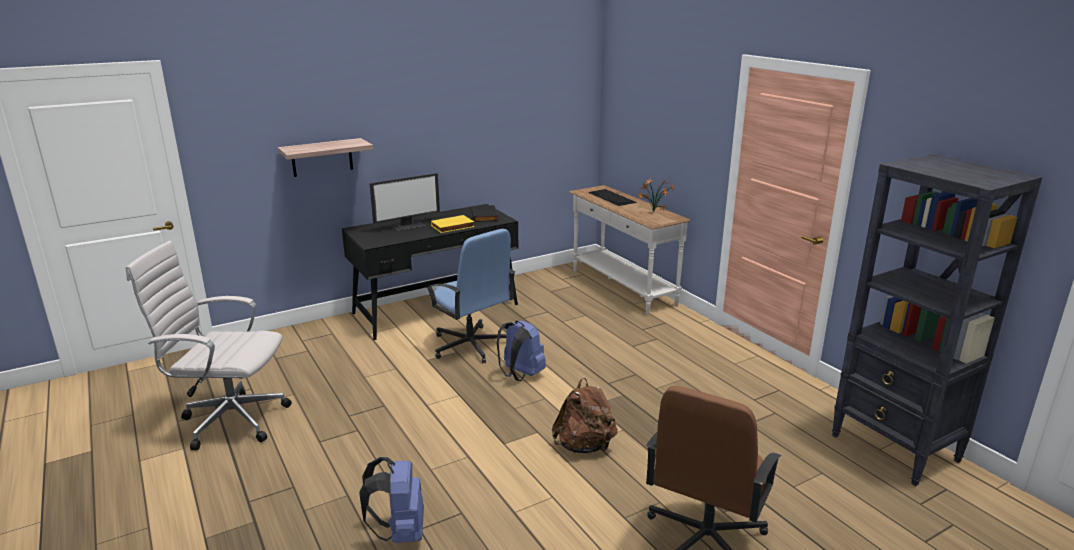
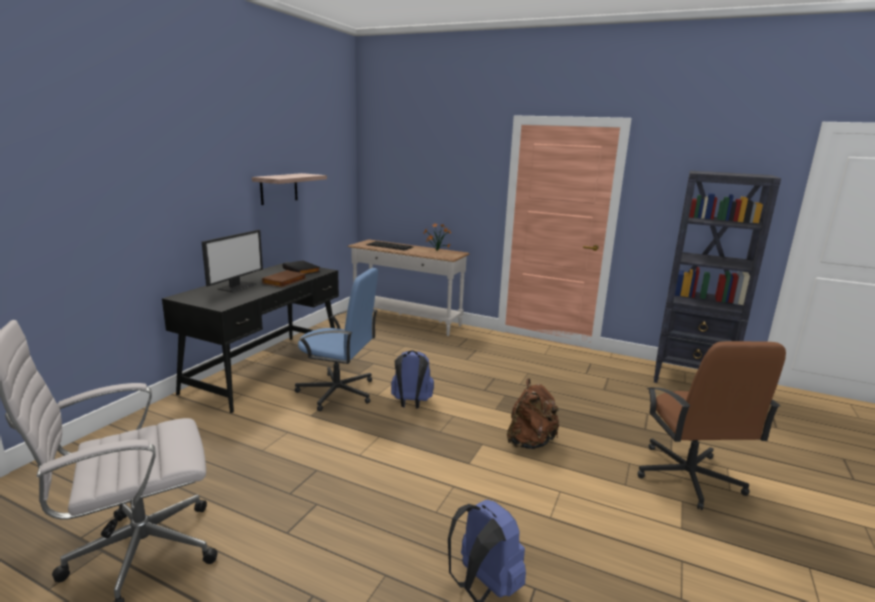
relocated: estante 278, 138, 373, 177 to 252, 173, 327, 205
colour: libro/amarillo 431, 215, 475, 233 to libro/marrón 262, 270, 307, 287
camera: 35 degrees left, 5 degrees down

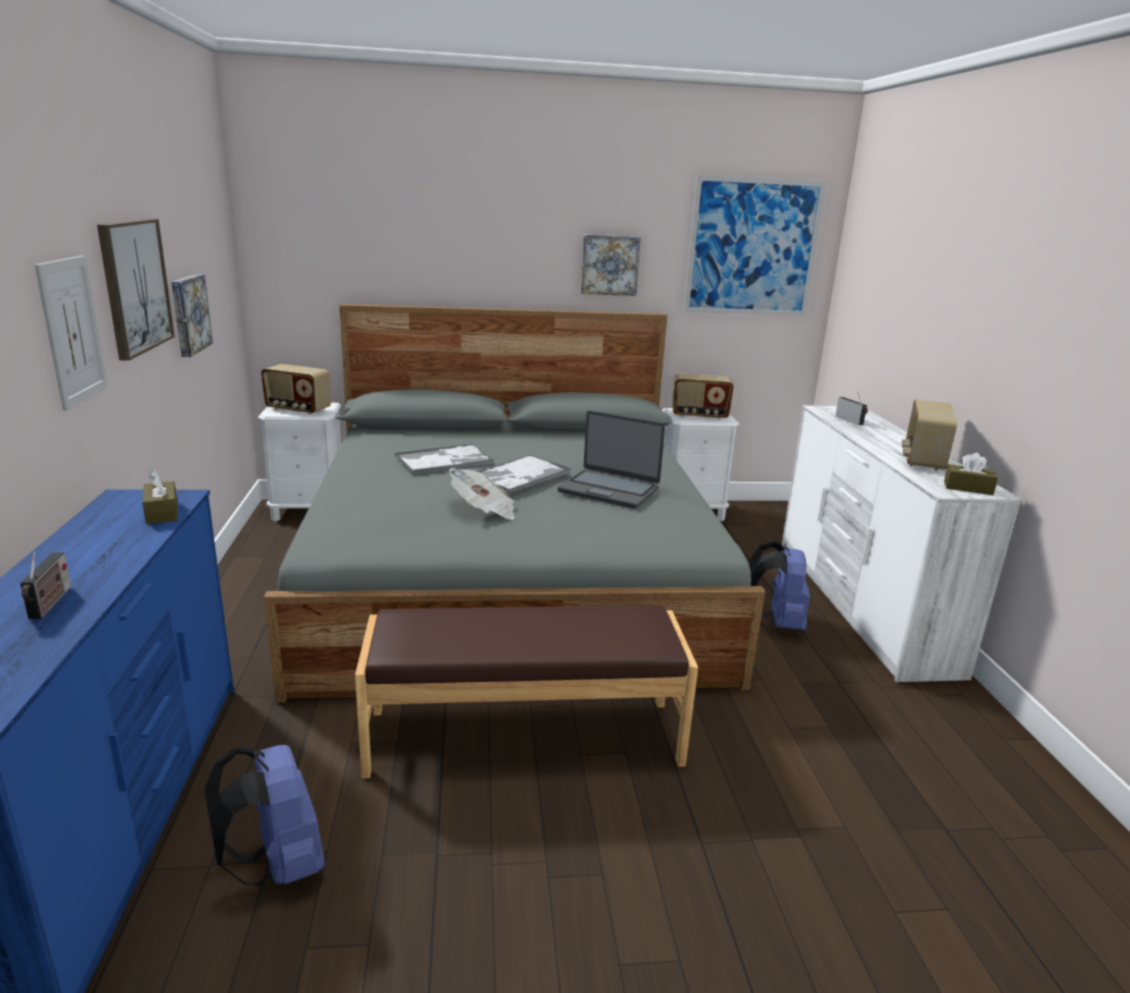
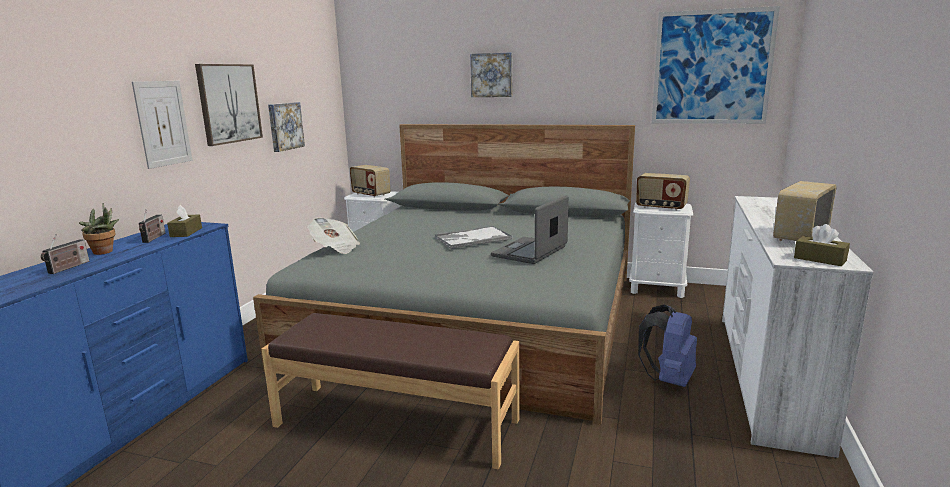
missing: mochila/azul 204, 745, 325, 886; bandeja 395, 444, 494, 475
appeared: planta en maceta 79, 203, 119, 255
relocated: periódico 449, 468, 514, 519 to 307, 217, 360, 254; cuadro 581, 235, 641, 296 to 470, 52, 512, 97; radio 835, 392, 868, 425 to 139, 209, 166, 243
spun: portátil 557, 411, 665, 509 = 491, 195, 569, 264 75 degrees clockwise
camera: 25 degrees right, 5 degrees down

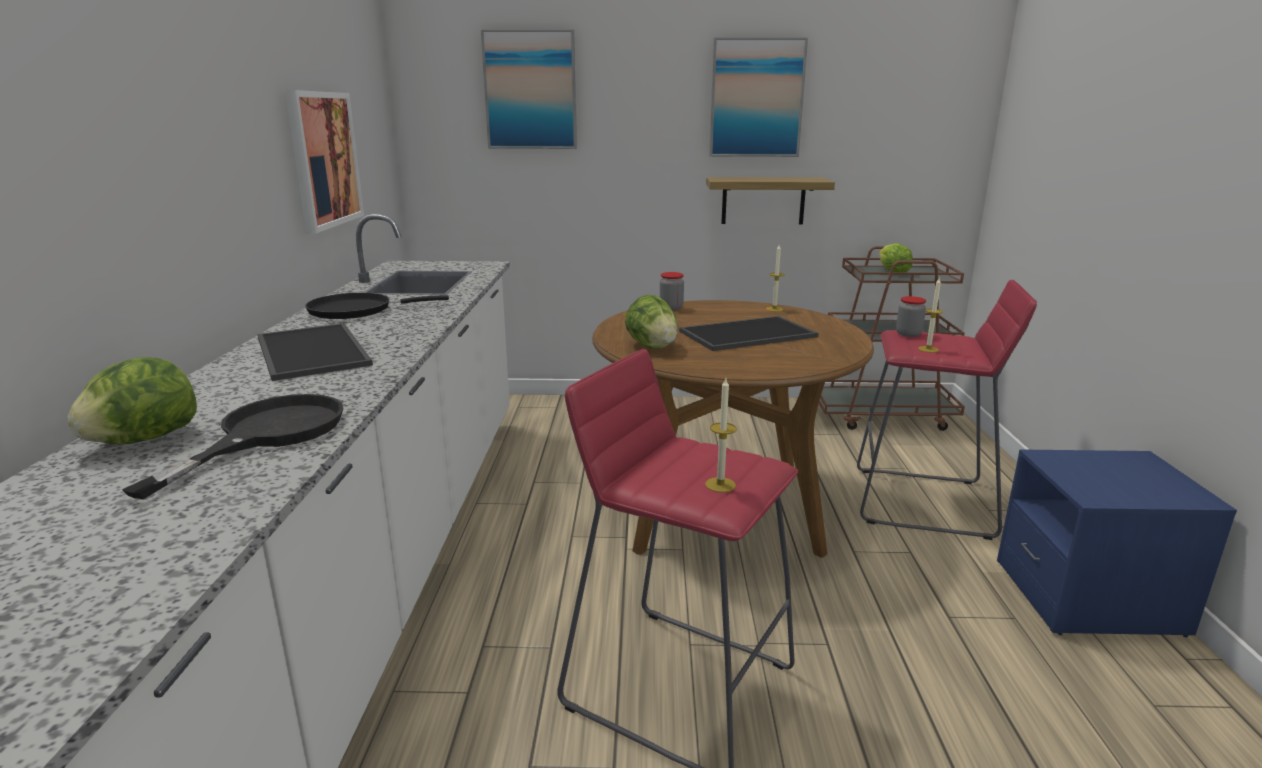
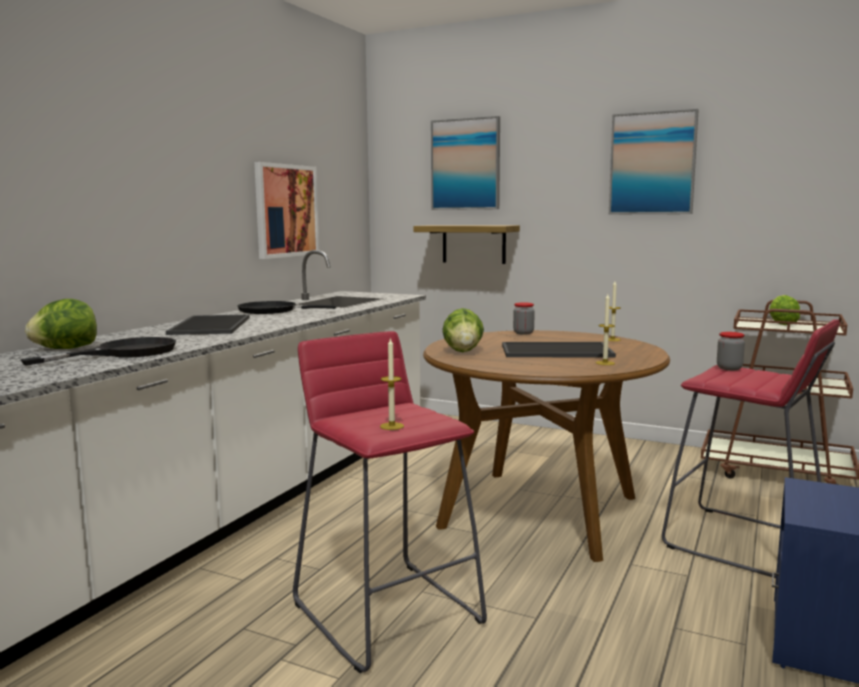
relocated: estante 706, 177, 835, 225 to 413, 225, 520, 264; vela 918, 278, 943, 353 to 596, 294, 615, 365
camera: 25 degrees right, 10 degrees down

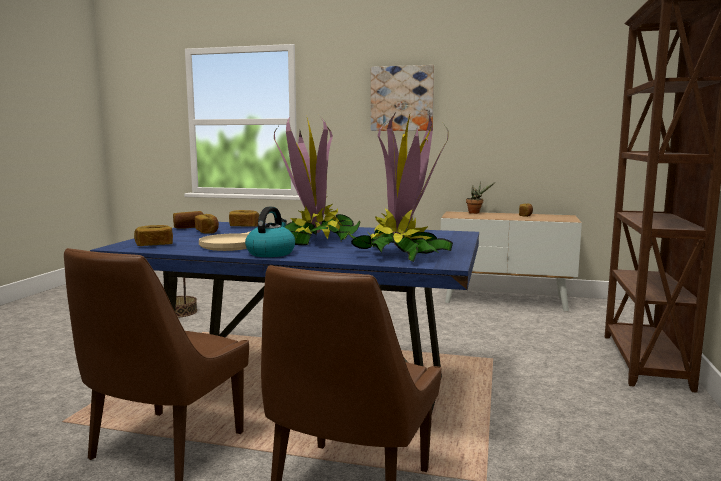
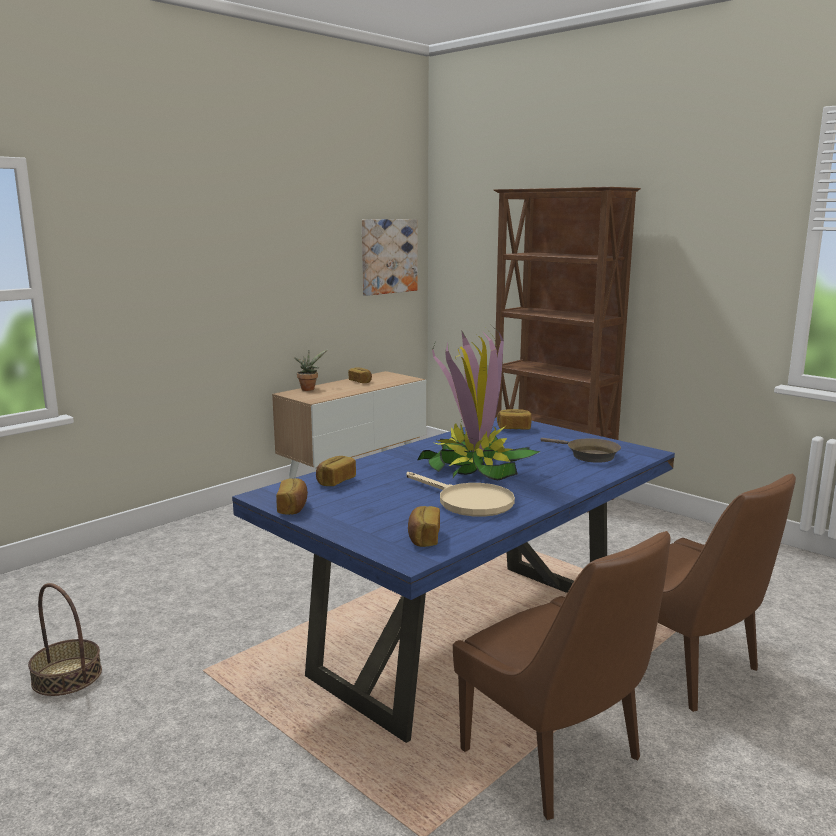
missing: hervidor 245, 207, 295, 257
relocated: pan 195, 214, 219, 234 to 497, 409, 532, 430; cuadro 371, 65, 434, 131 to 362, 219, 417, 296
exchanged: planta en maceta 348, 114, 453, 262 to sartén/marrón 540, 438, 621, 463
camera: 60 degrees left, 5 degrees up

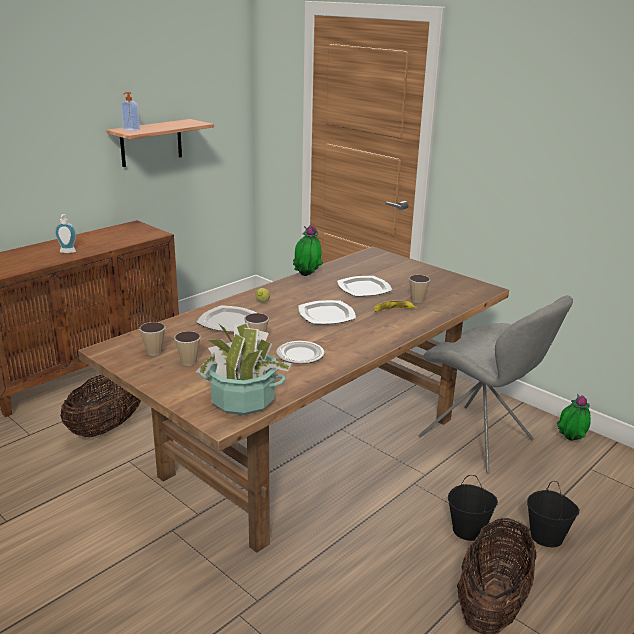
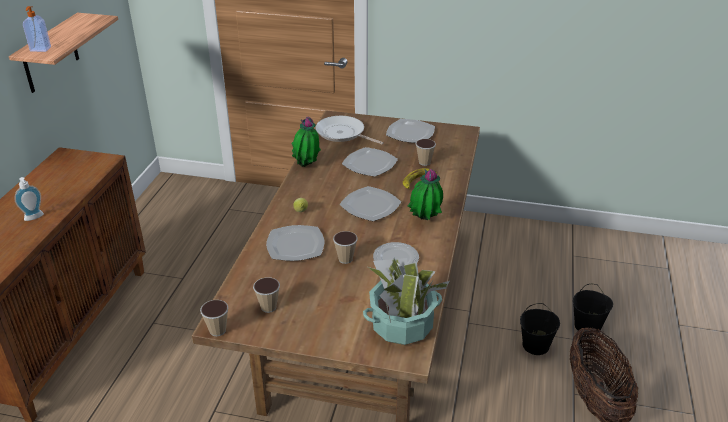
missing: cesta 60, 375, 141, 437; silla/gris 418, 295, 573, 474
appeared: sartén 315, 116, 384, 144; plato 386, 119, 435, 143
relocated: taza 174, 331, 201, 366 to 200, 300, 228, 336; planta en maceta 557, 394, 591, 441 to 407, 168, 443, 220
camera: 30 degrees left, 10 degrees up

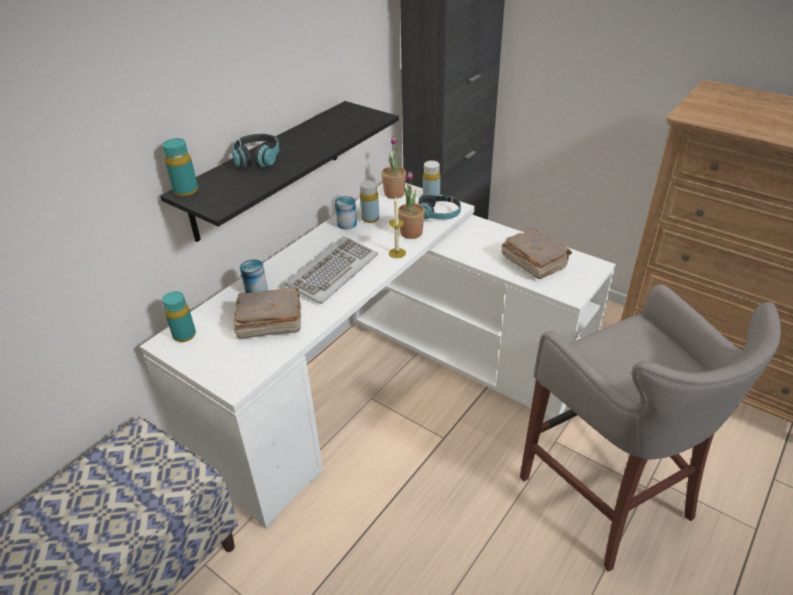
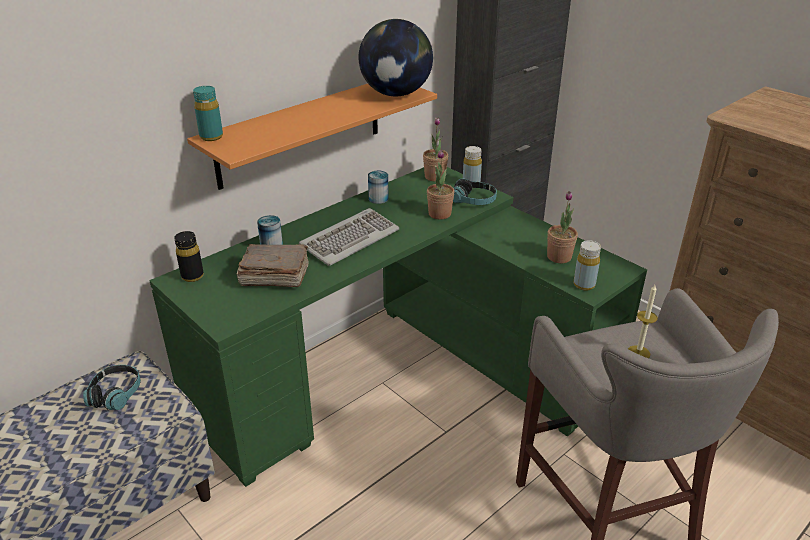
appeared: globo terráqueo 359, 19, 433, 97
relocated: auriculares 232, 134, 280, 168 to 83, 365, 141, 410; botella/amarillo 360, 180, 379, 223 to 574, 240, 601, 291; vela 389, 197, 406, 258 to 628, 285, 658, 358
exchanged: libro/marrón 501, 228, 572, 279 to planta en maceta 547, 191, 578, 264
colour: escritorio/blanco 140, 183, 616, 529 to escritorio/verde 149, 167, 647, 487; estante/negro 160, 101, 399, 242 to estante/naranja 187, 84, 437, 190; botella/turquesa 162, 291, 196, 342 to botella/negro 174, 231, 204, 282
camera: 10 degrees right, 5 degrees down

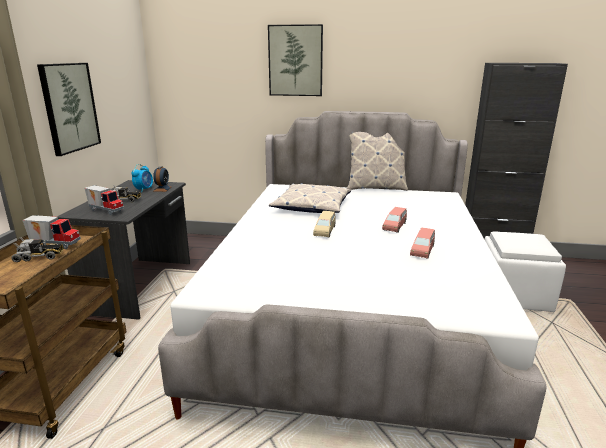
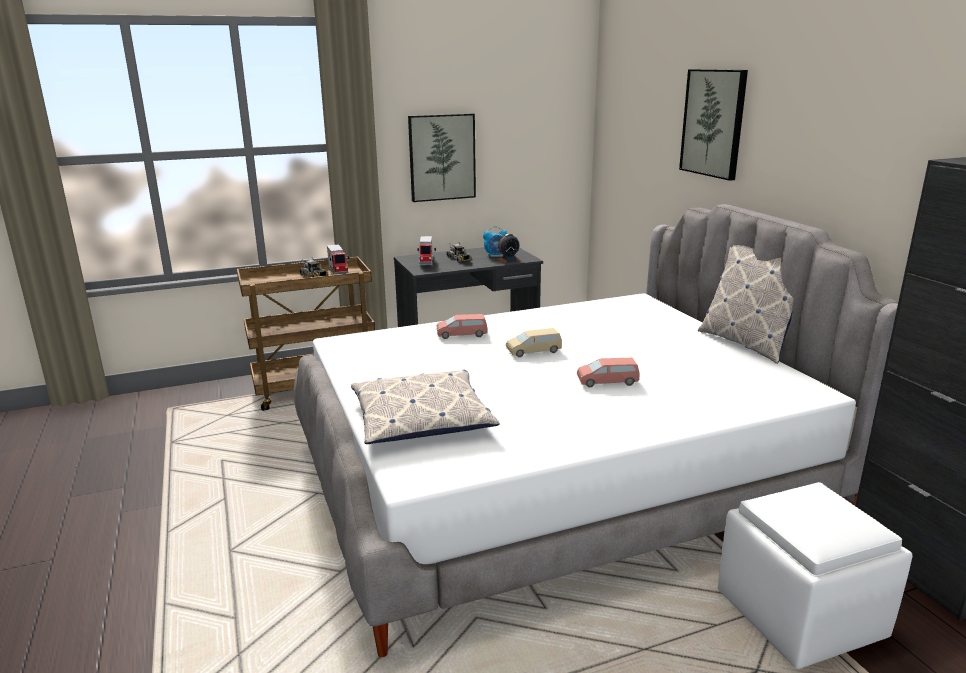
relocated: cojín 269, 183, 351, 213 to 351, 369, 500, 444; coche de juguete/rosa 410, 227, 435, 258 to 437, 314, 487, 339
camera: 60 degrees right, 0 degrees up

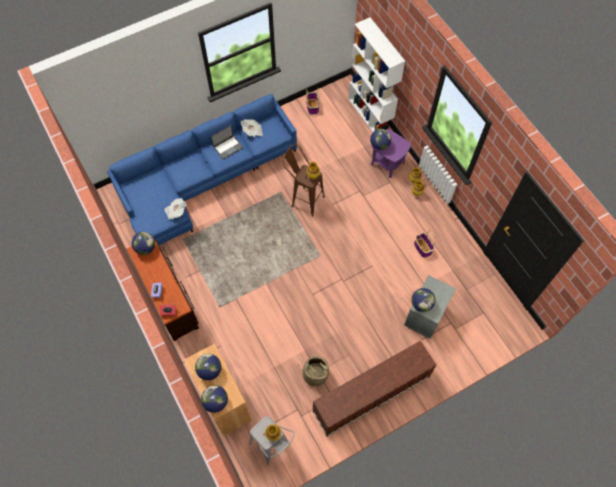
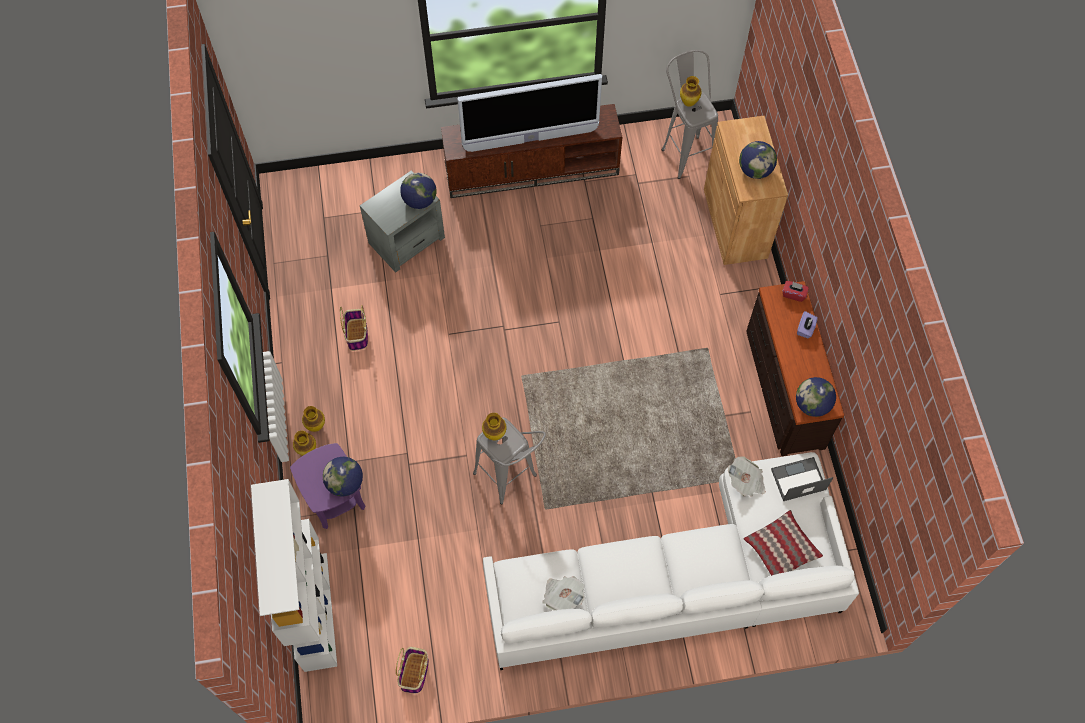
missing: globo terráqueo 201, 385, 228, 413; cesta 298, 356, 331, 386
appeared: televisor 457, 74, 602, 152; cojín 744, 510, 823, 576
relocated: portátil 211, 125, 243, 160 to 771, 457, 833, 501
colour: sofá/azul 107, 94, 297, 245 to sofá/blanco 483, 452, 859, 670; taburete/marrón 283, 144, 325, 217 to taburete/gris 473, 417, 546, 504
camera: 160 degrees left, 0 degrees up

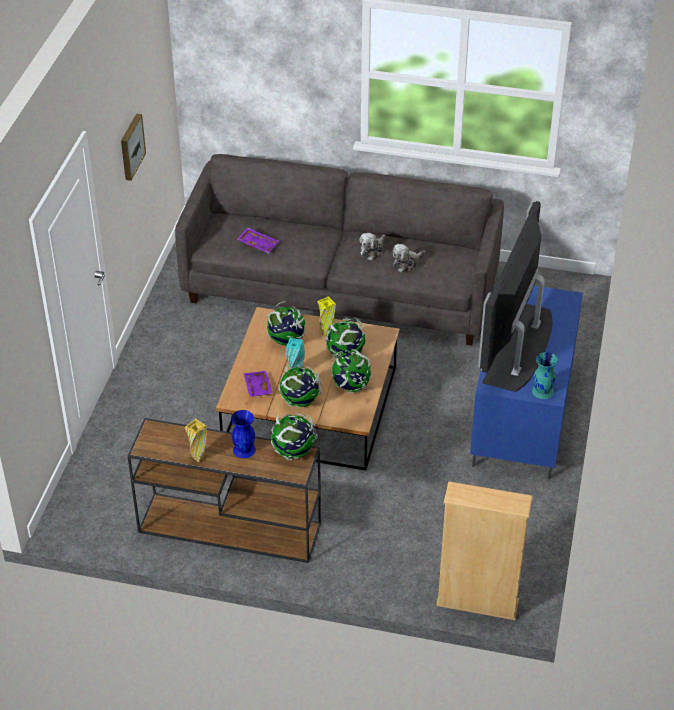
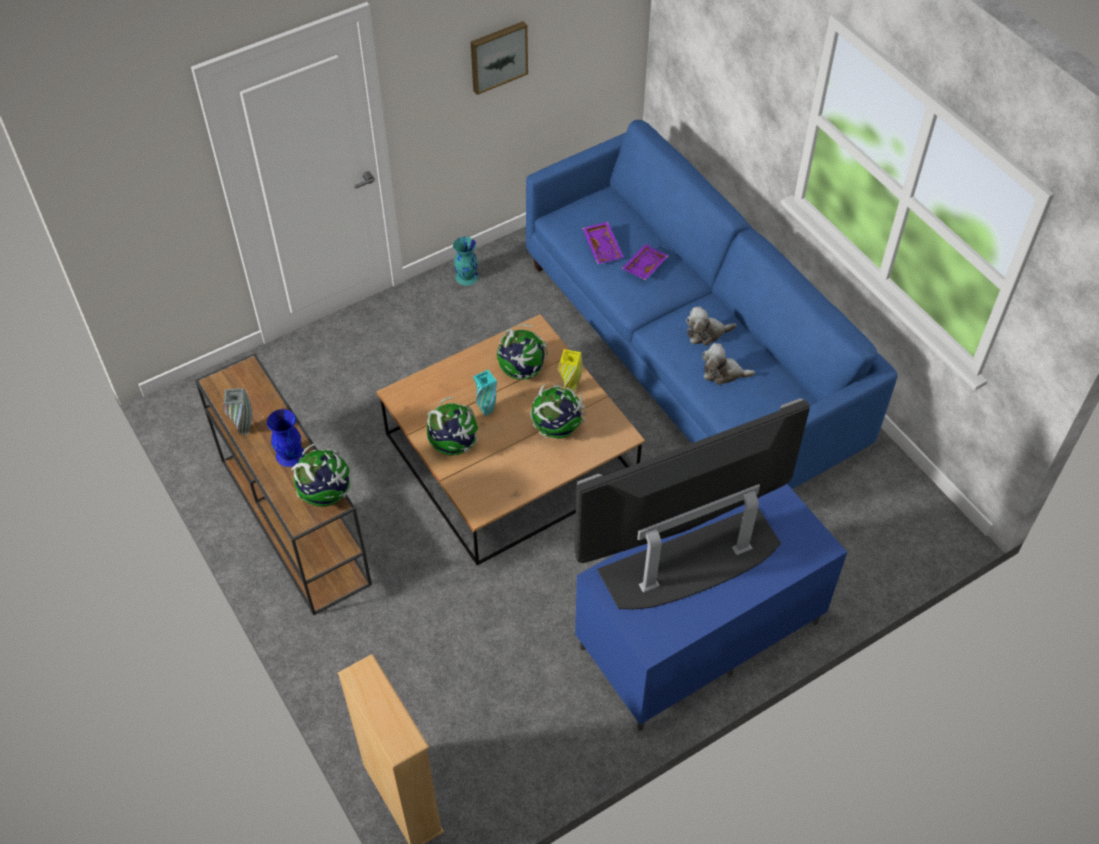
missing: globo terráqueo 329, 349, 372, 393
relocated: bandeja/morado 244, 371, 273, 397 to 621, 244, 669, 280; florero/turquesa 532, 352, 558, 399 to 453, 237, 478, 286
colour: sofá/gris 175, 154, 504, 345 to sofá/azul 526, 120, 897, 489; florero/amarillo 185, 419, 207, 462 to florero/gris 223, 388, 252, 435
camera: 45 degrees right, 10 degrees up

